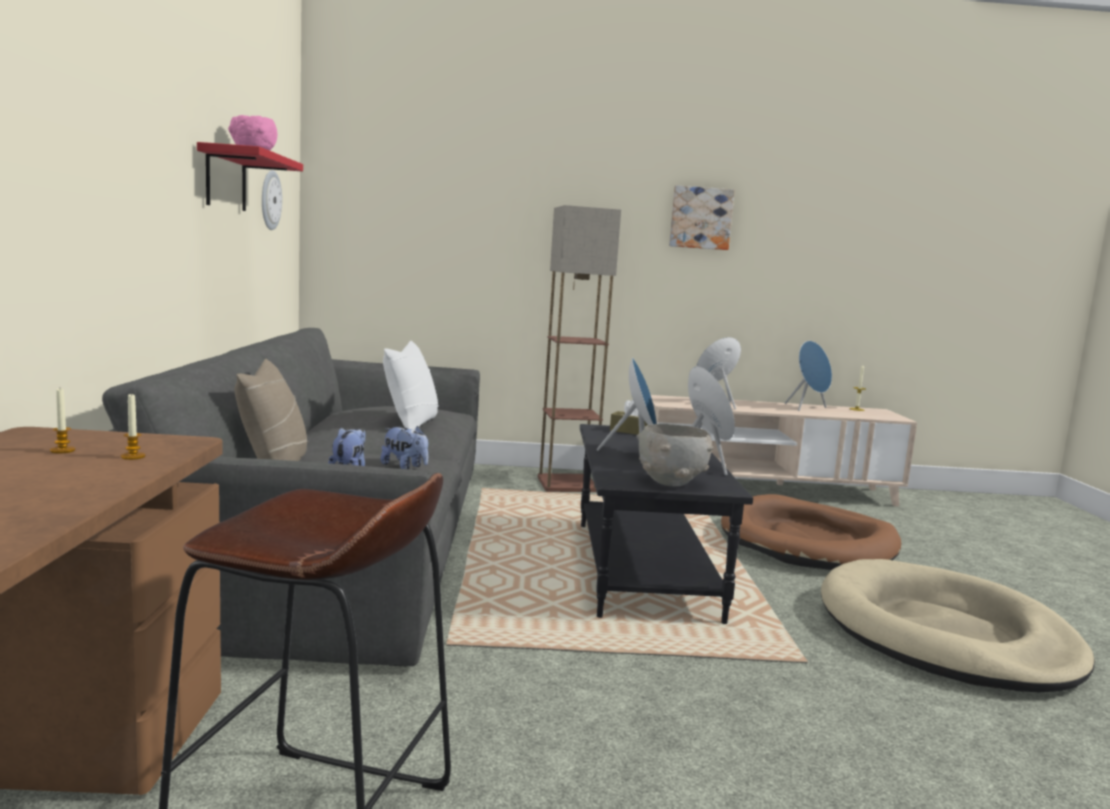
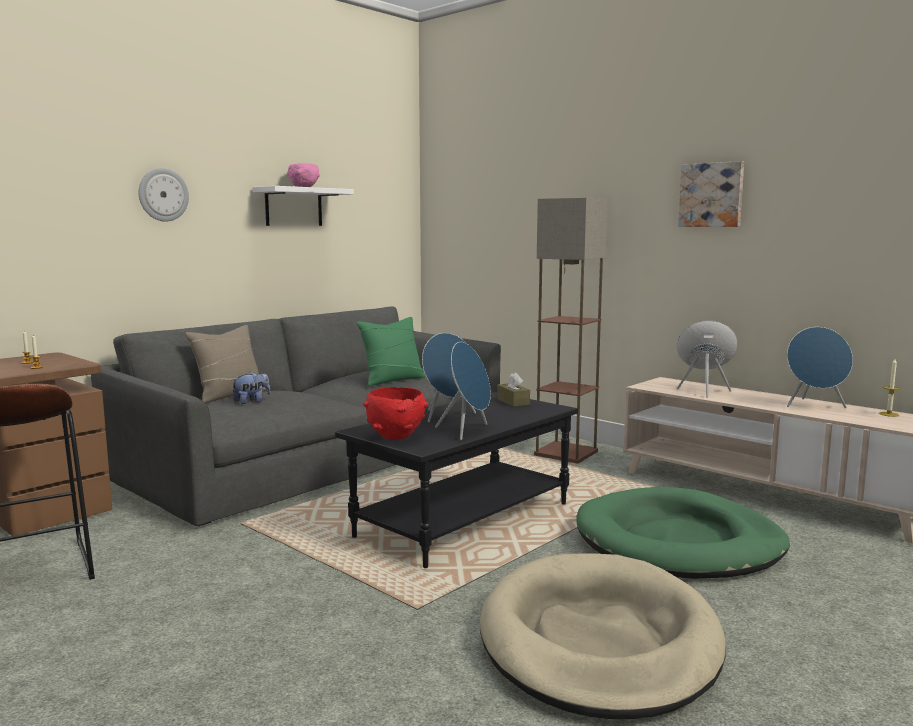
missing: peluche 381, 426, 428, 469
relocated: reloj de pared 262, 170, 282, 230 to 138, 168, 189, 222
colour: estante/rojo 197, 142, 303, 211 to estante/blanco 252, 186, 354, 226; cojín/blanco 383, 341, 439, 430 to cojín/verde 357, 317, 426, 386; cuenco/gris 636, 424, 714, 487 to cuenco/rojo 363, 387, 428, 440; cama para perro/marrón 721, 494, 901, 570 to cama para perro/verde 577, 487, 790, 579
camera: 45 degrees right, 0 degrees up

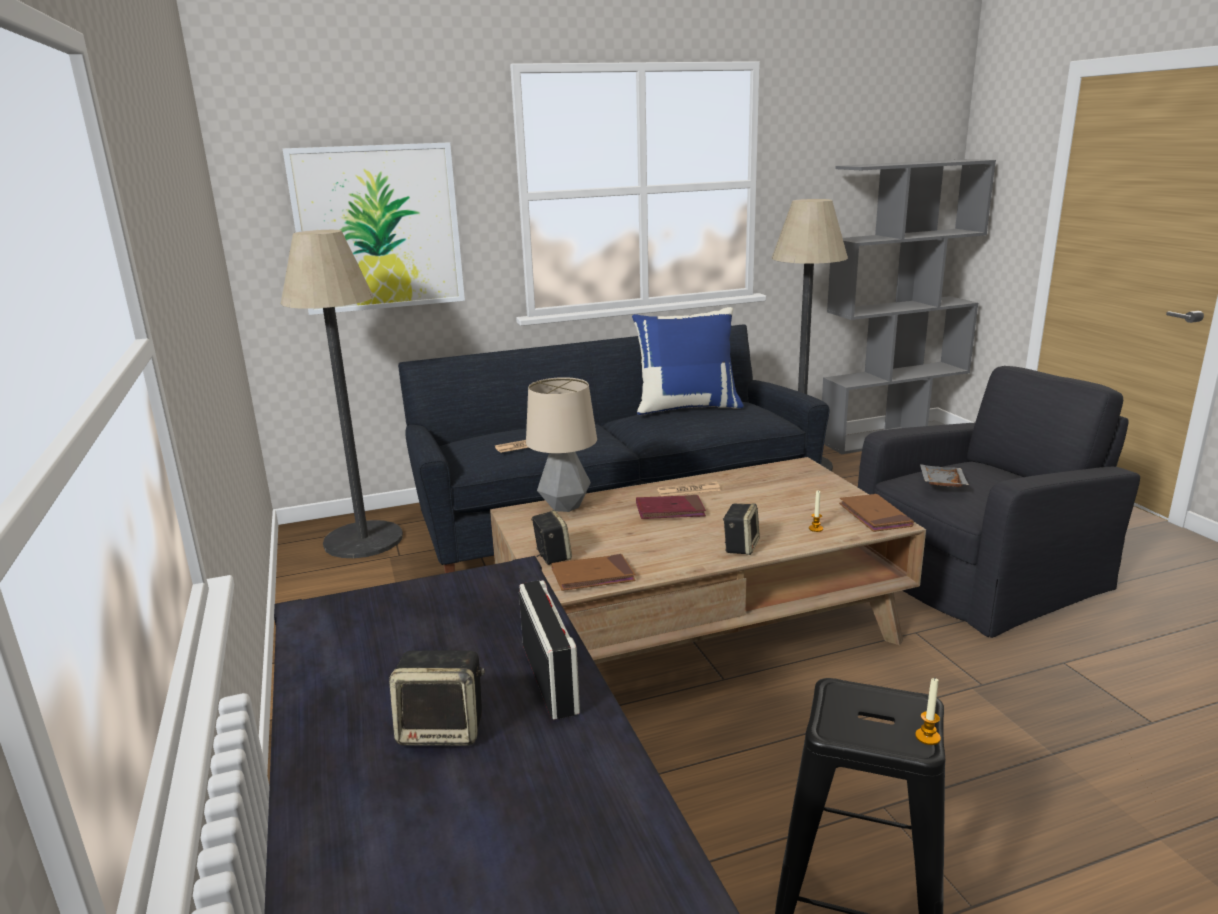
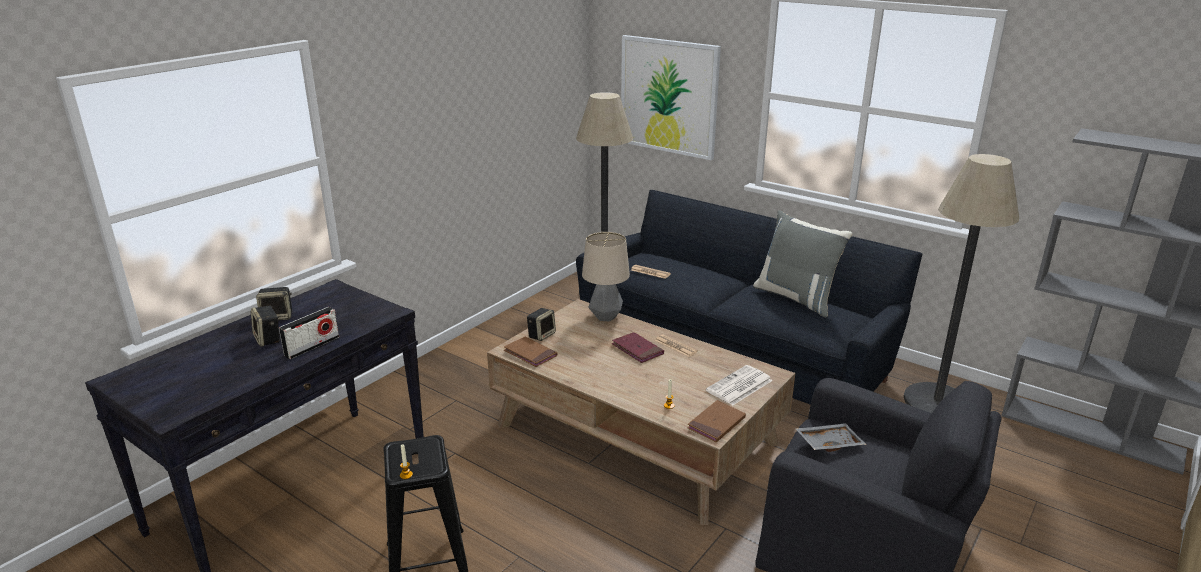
appeared: periódico 706, 365, 773, 405
relocated: altavoz 723, 504, 760, 555 to 256, 287, 292, 320
colour: cojín/azul 632, 307, 744, 415 to cojín/gris 753, 210, 852, 317
camera: 55 degrees right, 5 degrees up

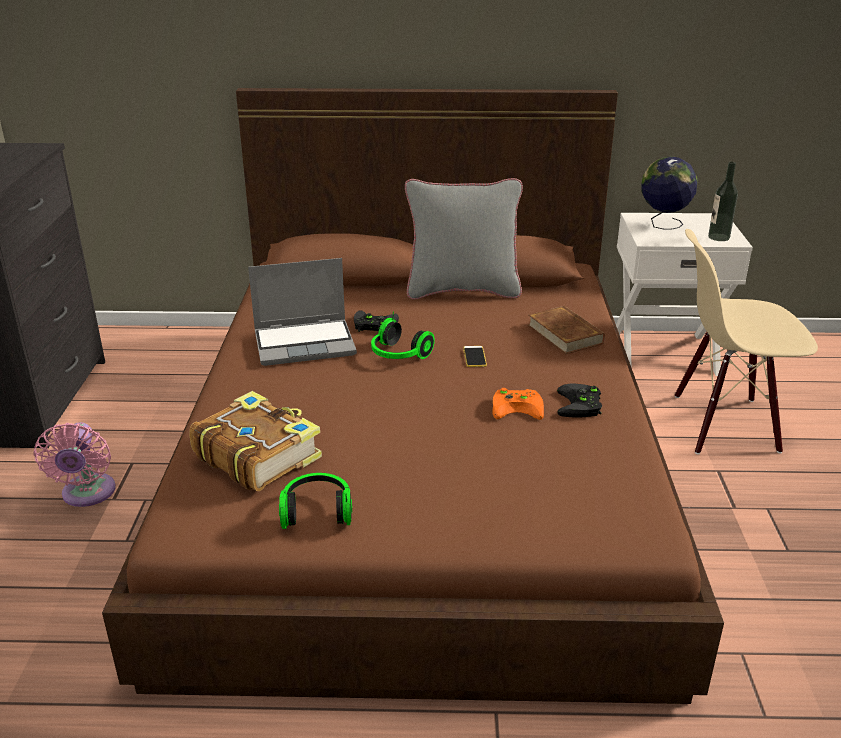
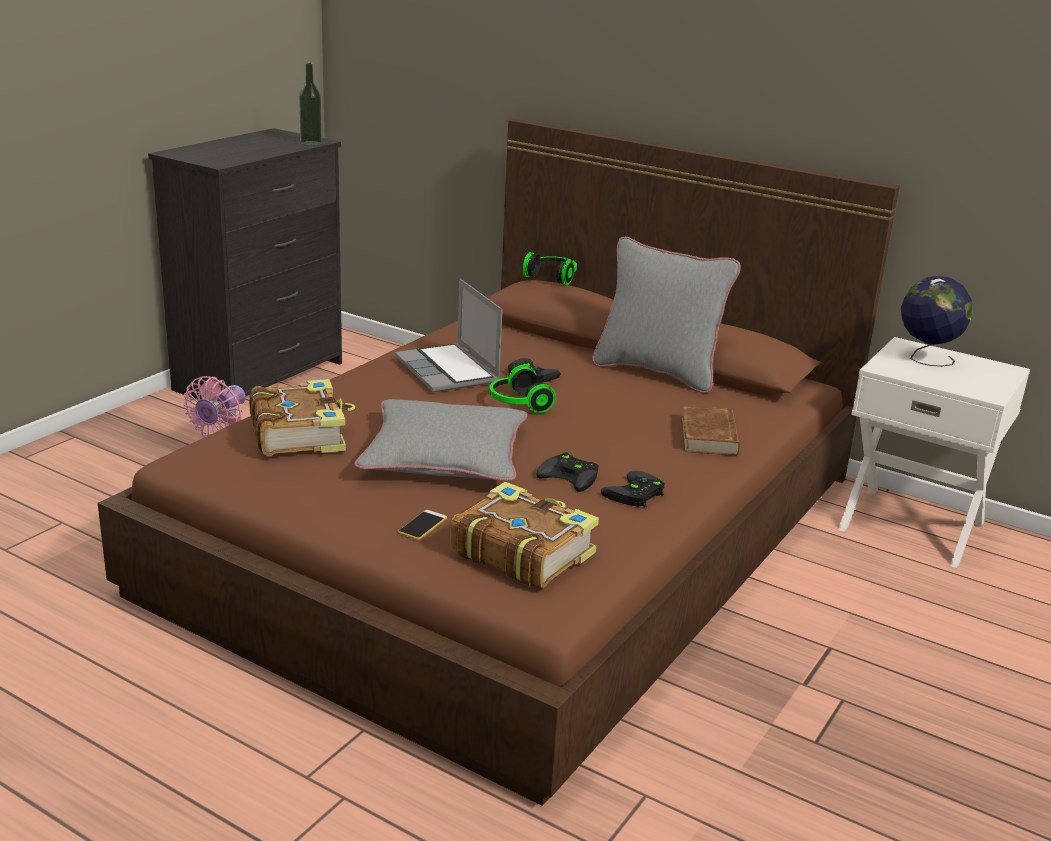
missing: silla/beis 675, 229, 818, 455
appeared: cojín/gris 354, 399, 527, 481; libro 450, 482, 599, 588
relocated: auriculares 279, 473, 352, 529 to 523, 252, 577, 285; móvil 463, 346, 487, 367 to 398, 510, 447, 540; botella 708, 162, 738, 241 to 299, 63, 322, 146
colour: mando de consola/naranja 492, 388, 544, 420 to mando de consola/negro 536, 452, 599, 492
spun: portátil 248, 258, 357, 366 = 395, 279, 503, 393 45 degrees clockwise
camera: 30 degrees right, 5 degrees down

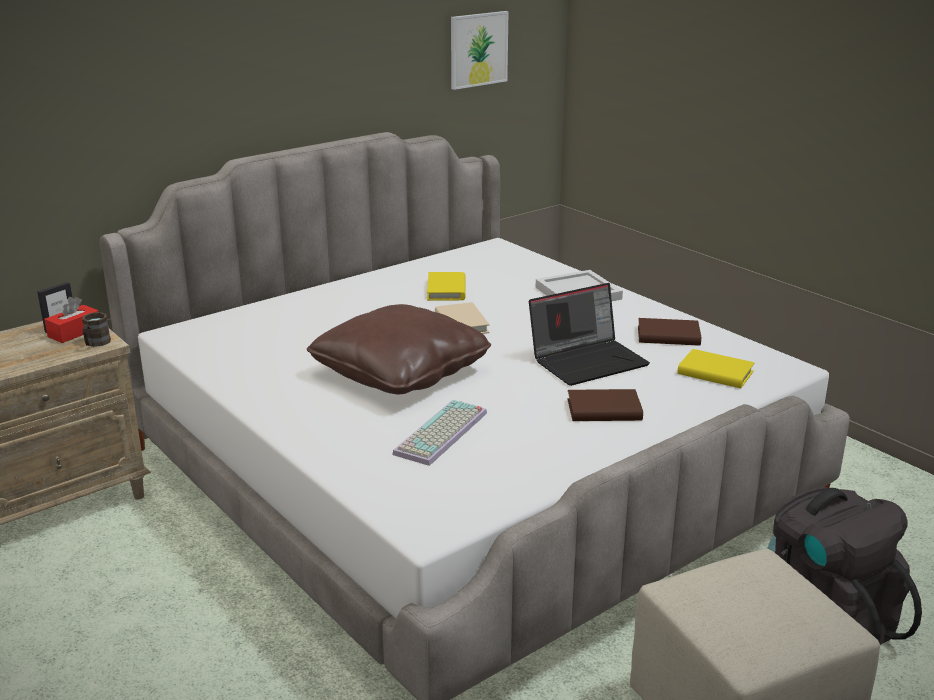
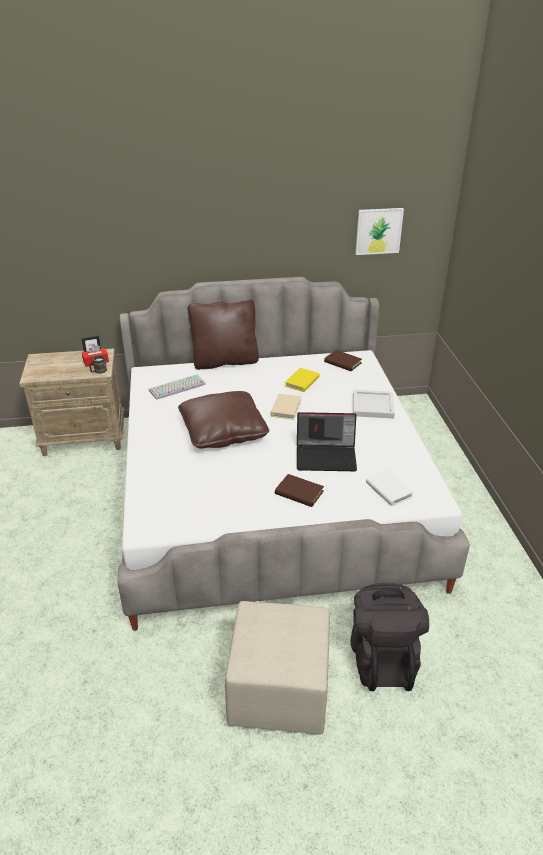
appeared: cojín/marrón 188, 299, 259, 370
relocated: teclado 392, 400, 487, 466 to 149, 375, 206, 400; libro/marrón 638, 318, 701, 346 to 324, 350, 362, 371
colour: libro/amarillo 678, 349, 755, 388 to libro/blanco 366, 470, 414, 506
camera: 30 degrees right, 10 degrees up

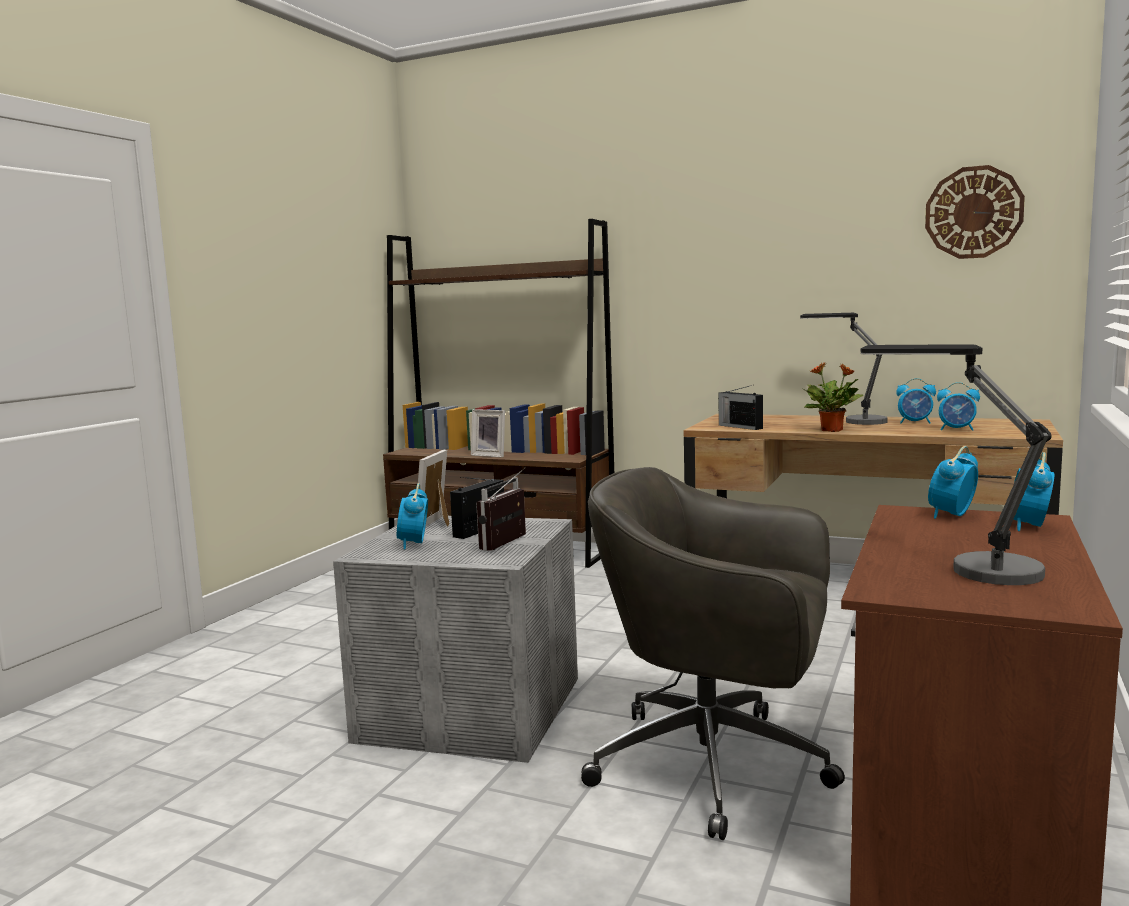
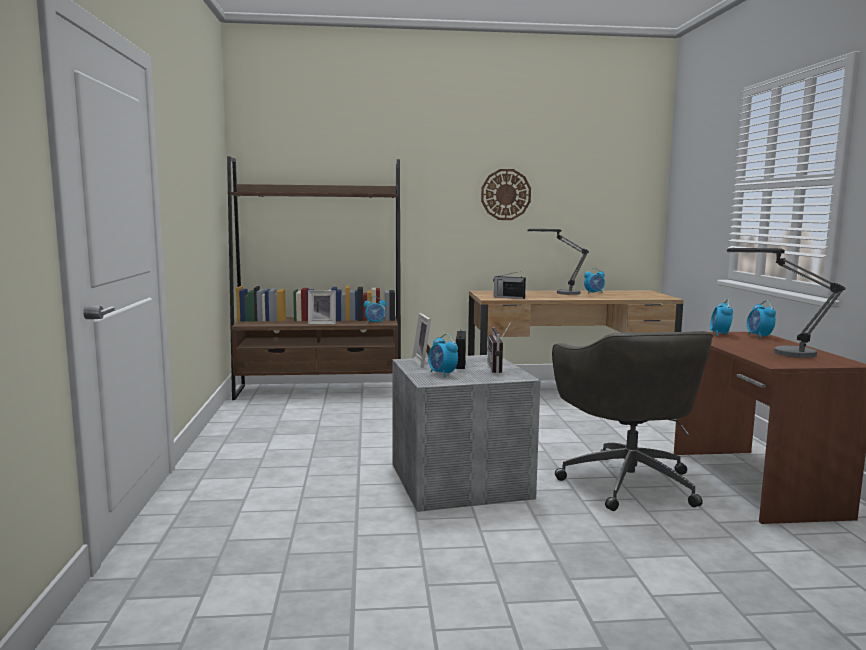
missing: planta en maceta 803, 362, 863, 432
relocated: reloj de pared 925, 165, 1025, 259 to 481, 169, 531, 220; despertador 937, 382, 980, 431 to 364, 296, 386, 324
spun: silla de oficina/gris 581, 467, 845, 840 = 552, 331, 713, 511 90 degrees counterclockwise
camera: 30 degrees left, 0 degrees up

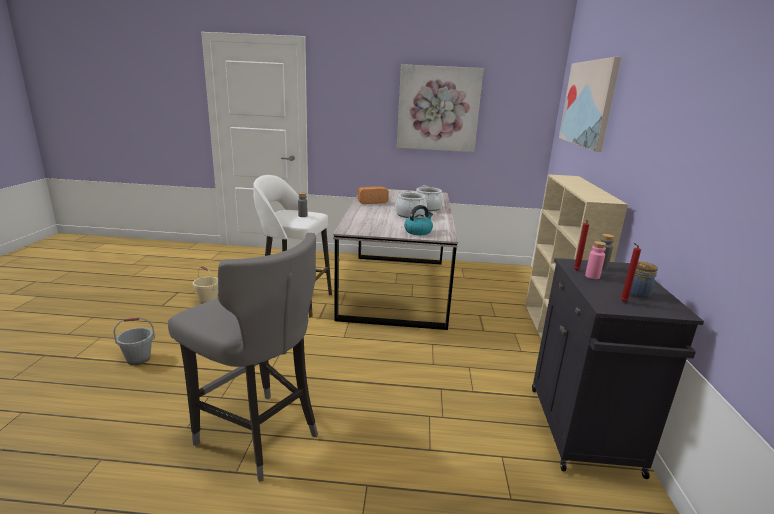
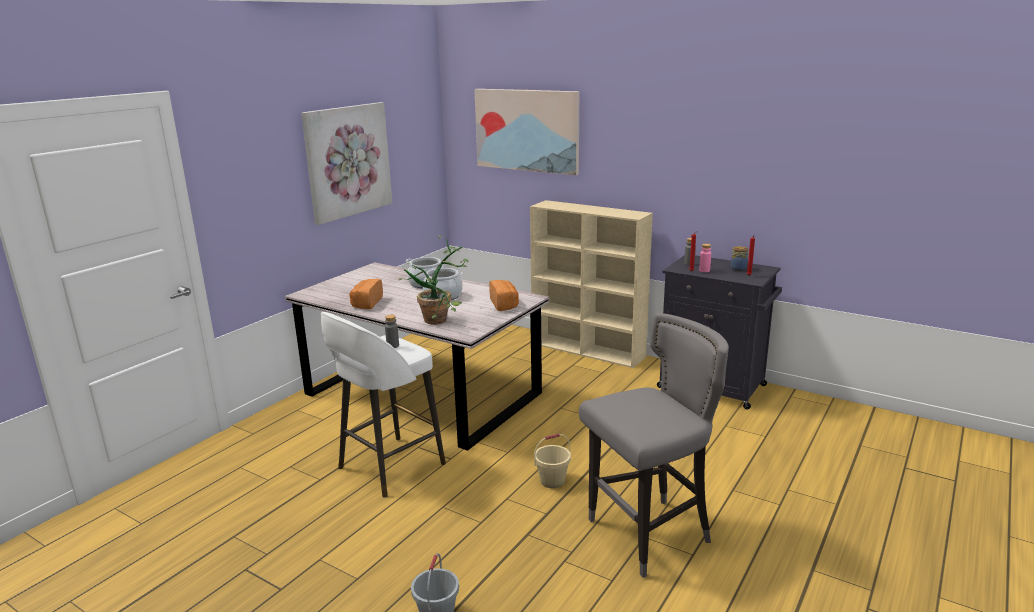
appeared: planta en maceta 398, 235, 468, 325
relocated: cubo/beis 193, 266, 218, 304 to 534, 433, 571, 488
exchanged: hervidor 404, 205, 433, 235 to pan 489, 280, 519, 311
camera: 60 degrees left, 0 degrees up

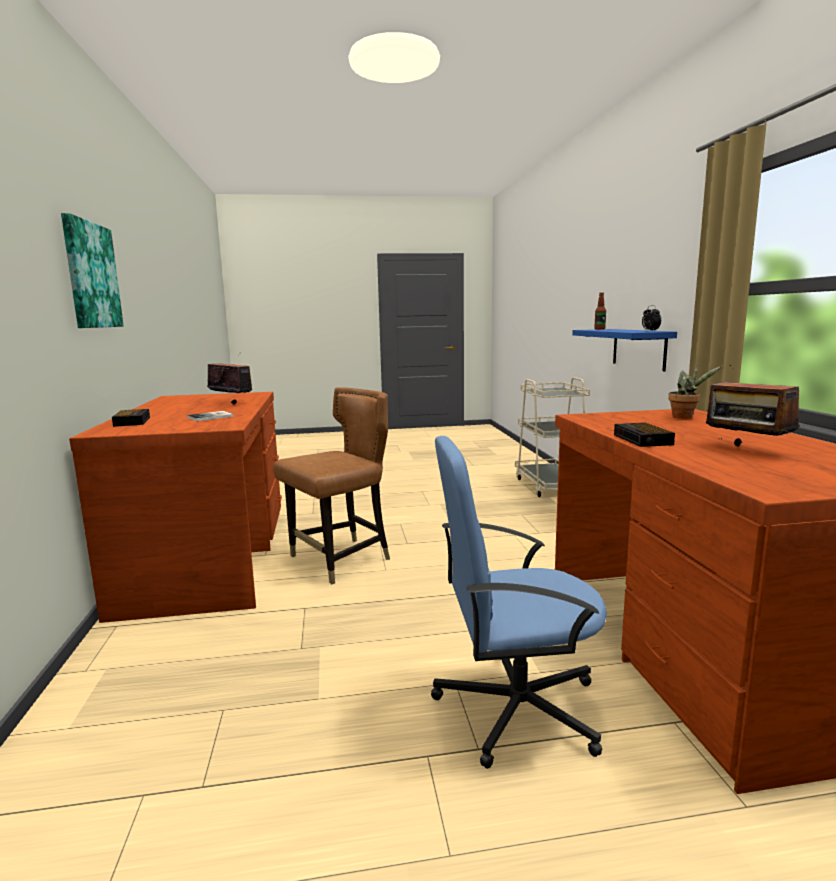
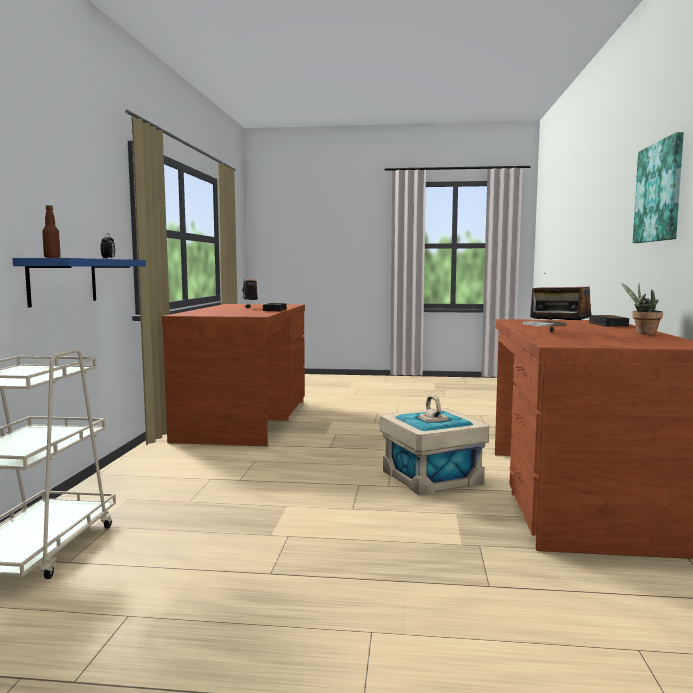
missing: silla de oficina/azul 431, 436, 607, 769
relocated: planta en maceta 668, 364, 723, 419 to 622, 283, 663, 335
exchanged: silla/marrón 273, 387, 390, 584 to caja de almacenaje/beis 380, 394, 489, 495
camera: 165 degrees left, 5 degrees down

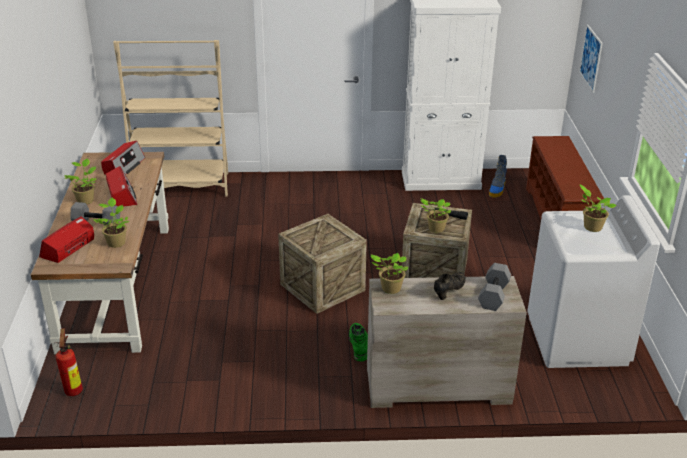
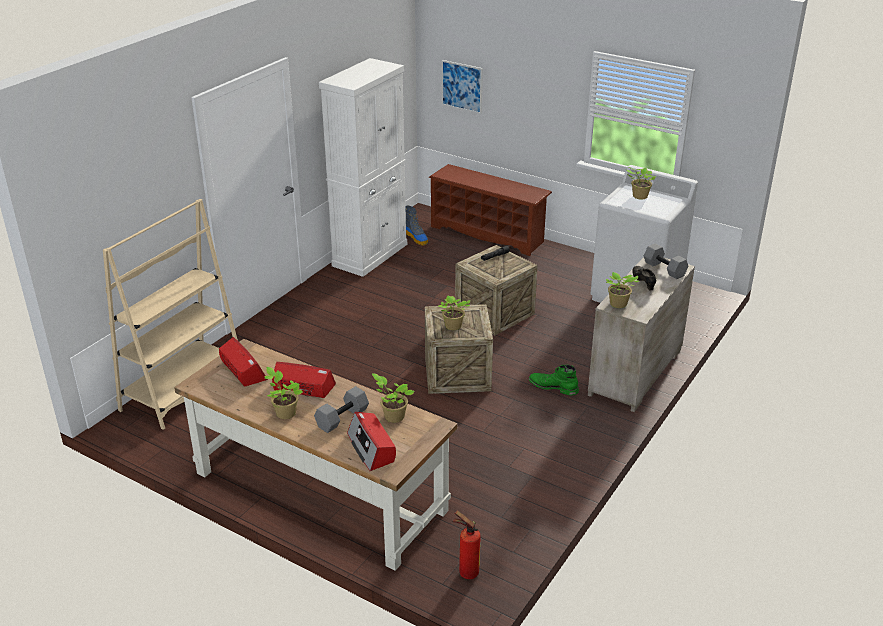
relocated: planta en maceta 420, 198, 452, 233 to 438, 295, 470, 330
camera: 55 degrees left, 0 degrees up

